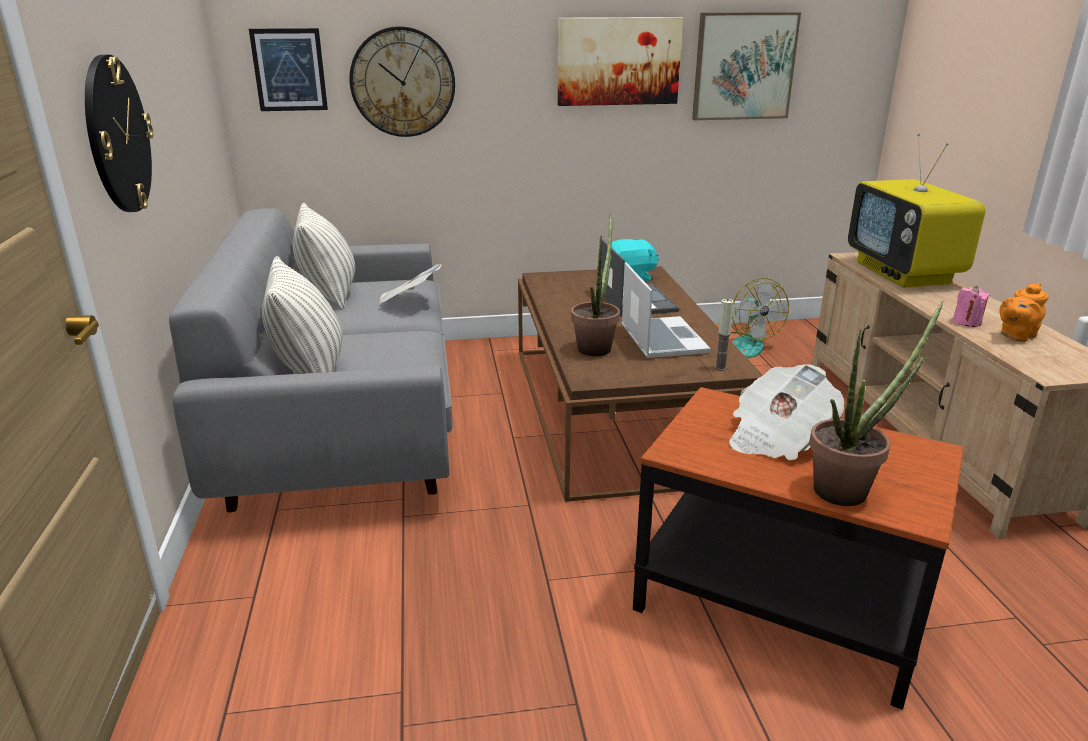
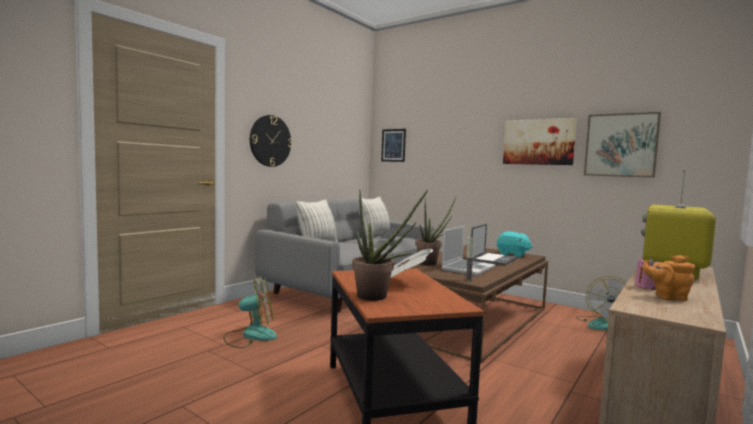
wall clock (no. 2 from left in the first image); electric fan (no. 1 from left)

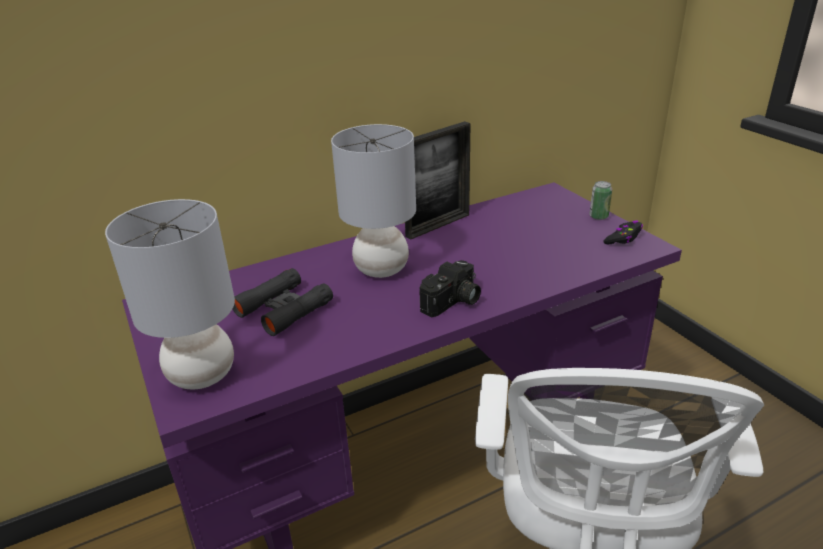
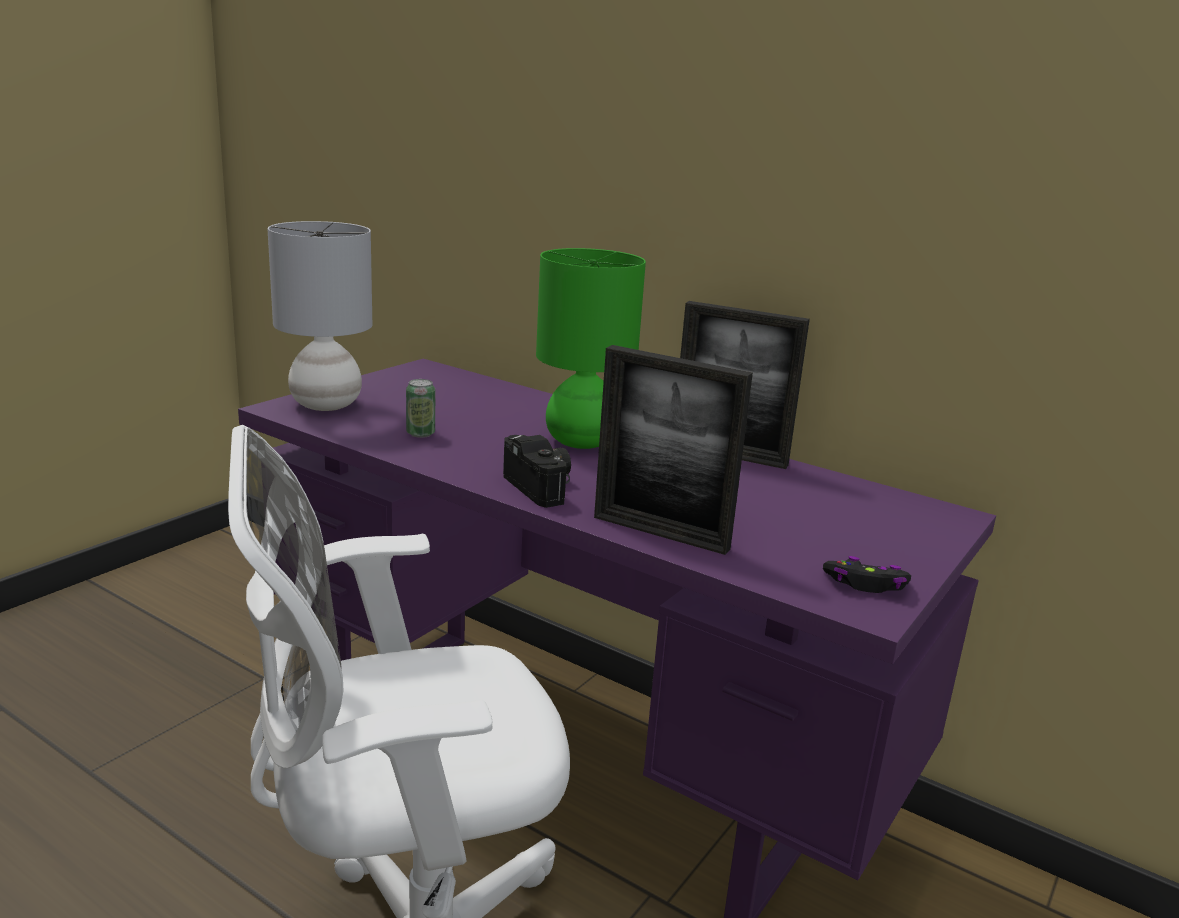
black pair of binoculars; green tabletop lamp; photo camera; metal can; photo frame (no. 1 from left)

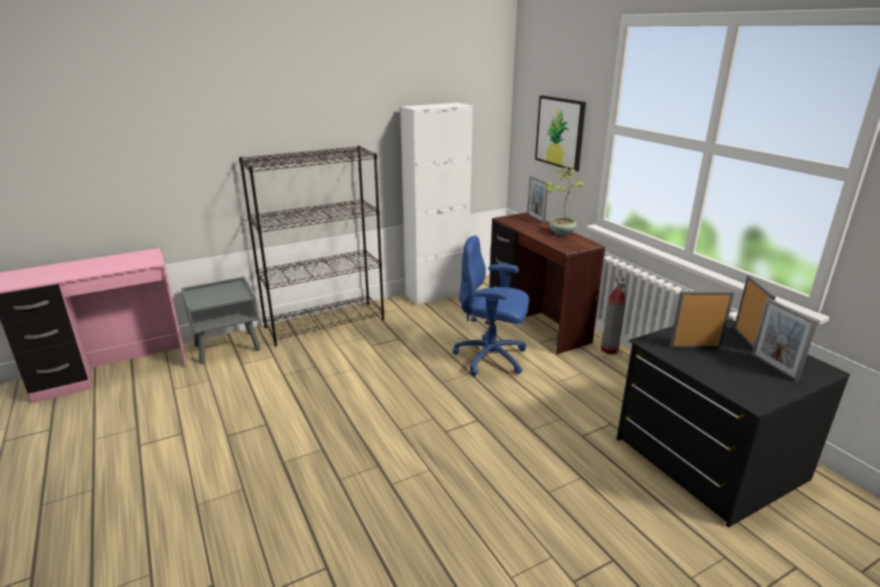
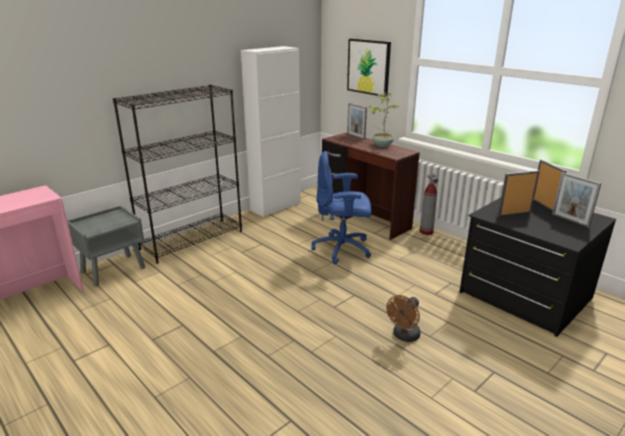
brown electric fan

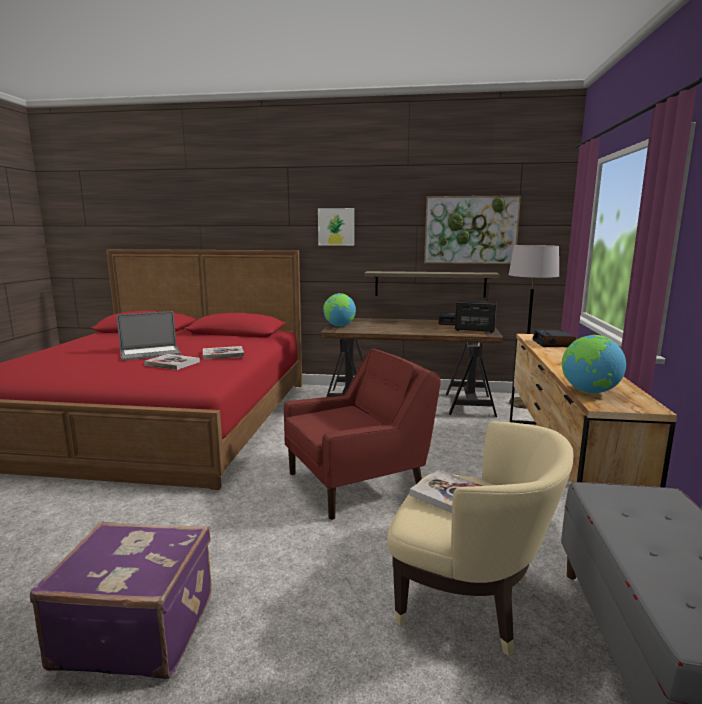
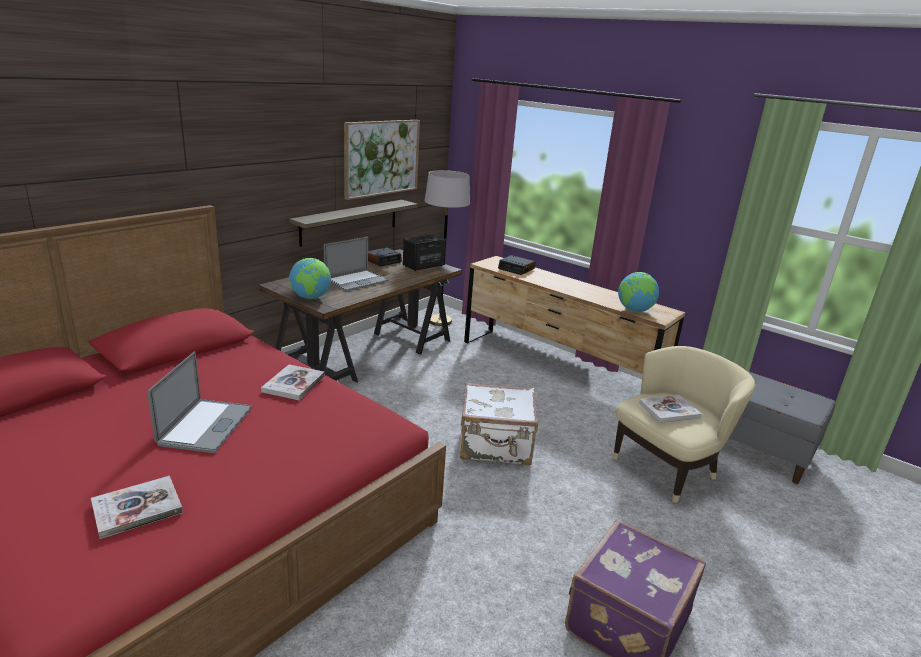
bound book (no. 1 from left); whitish suitcase; picture (no. 1 from left in the first image); notebook computer (no. 2 from left)

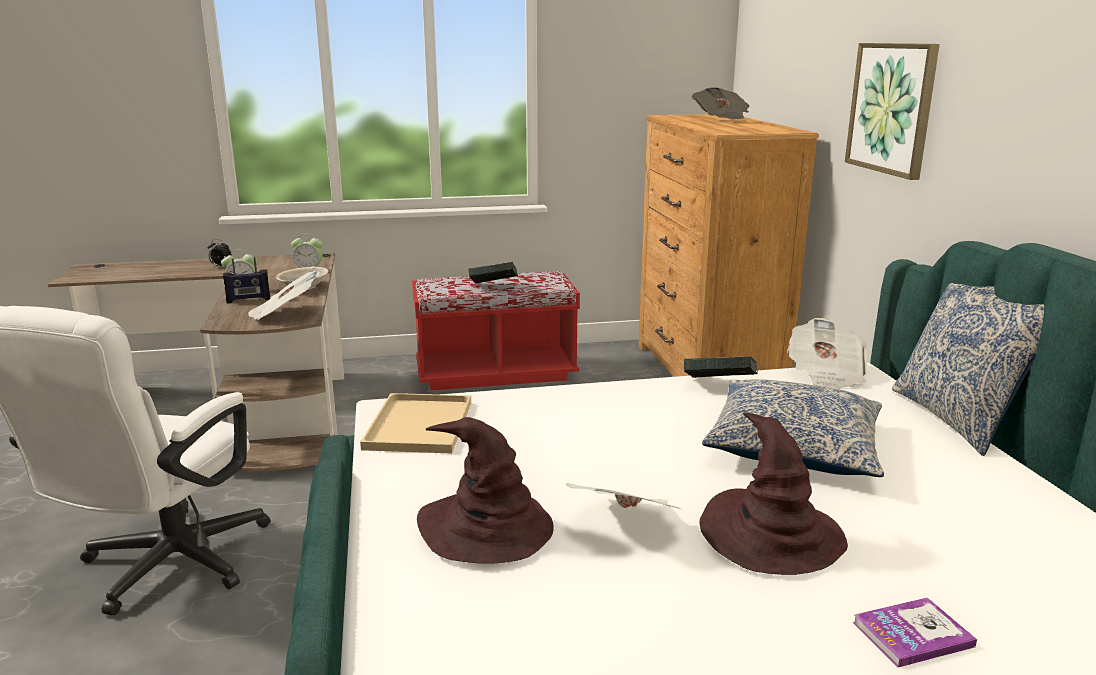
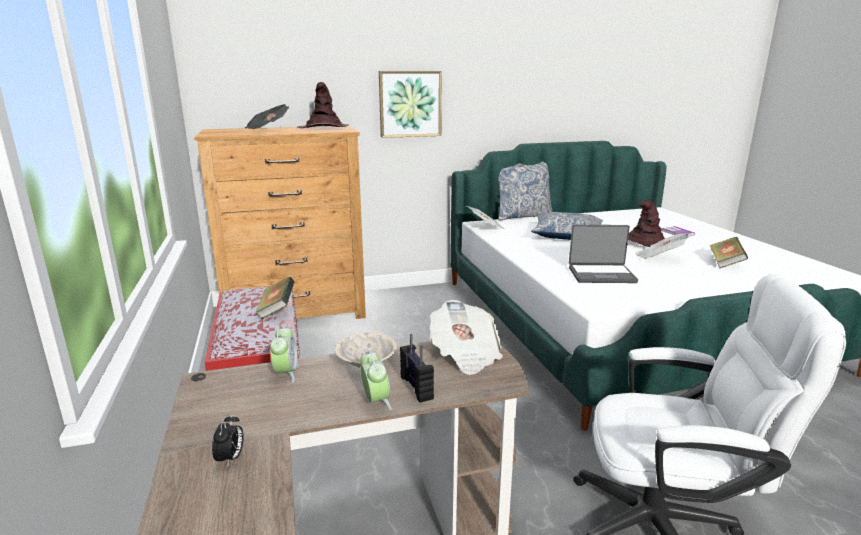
sand-coloured tray; brown wearable hat (no. 1 from left); bound book (no. 3 from left); notebook computer

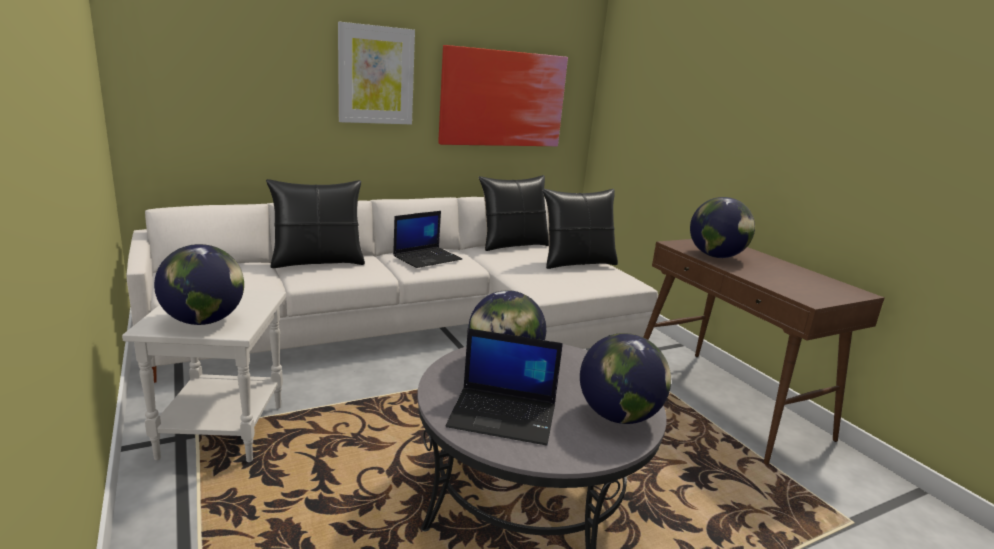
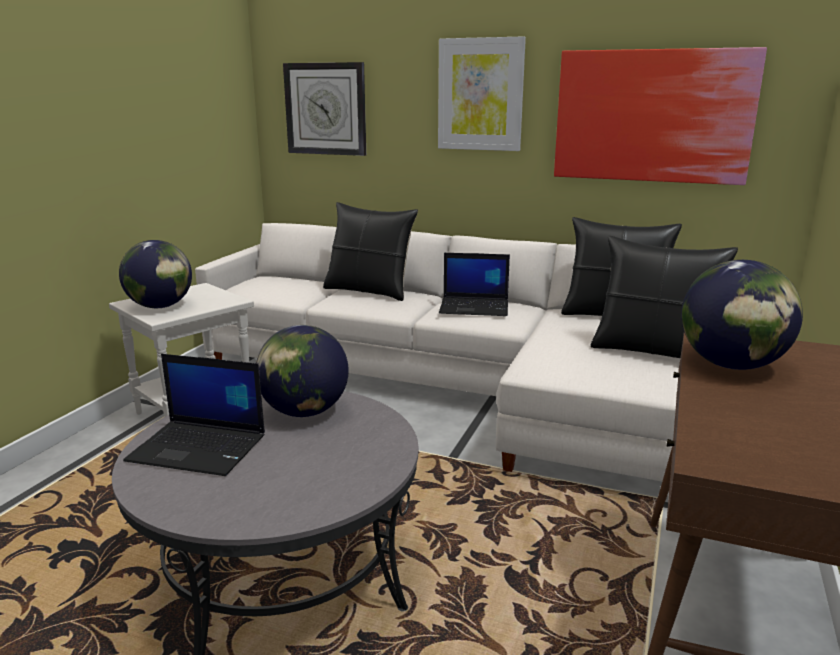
notebook computer (no. 1 from left); desk globe (no. 3 from left in the first image); wall clock

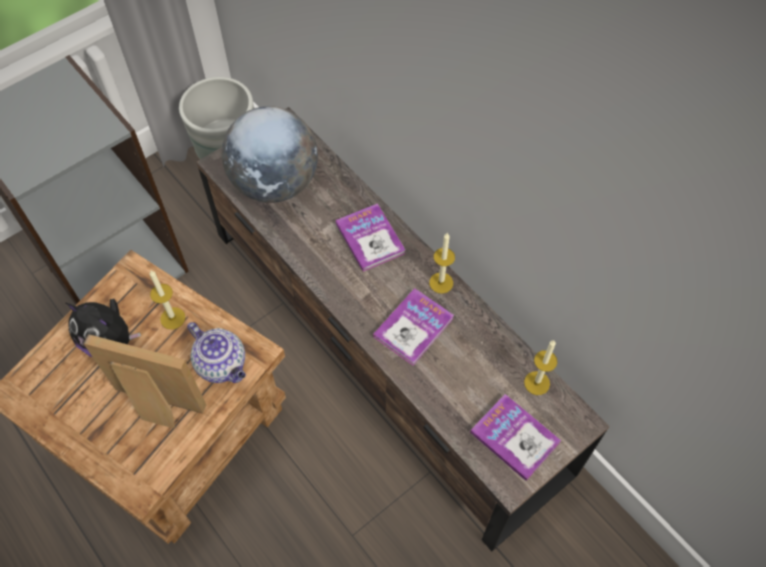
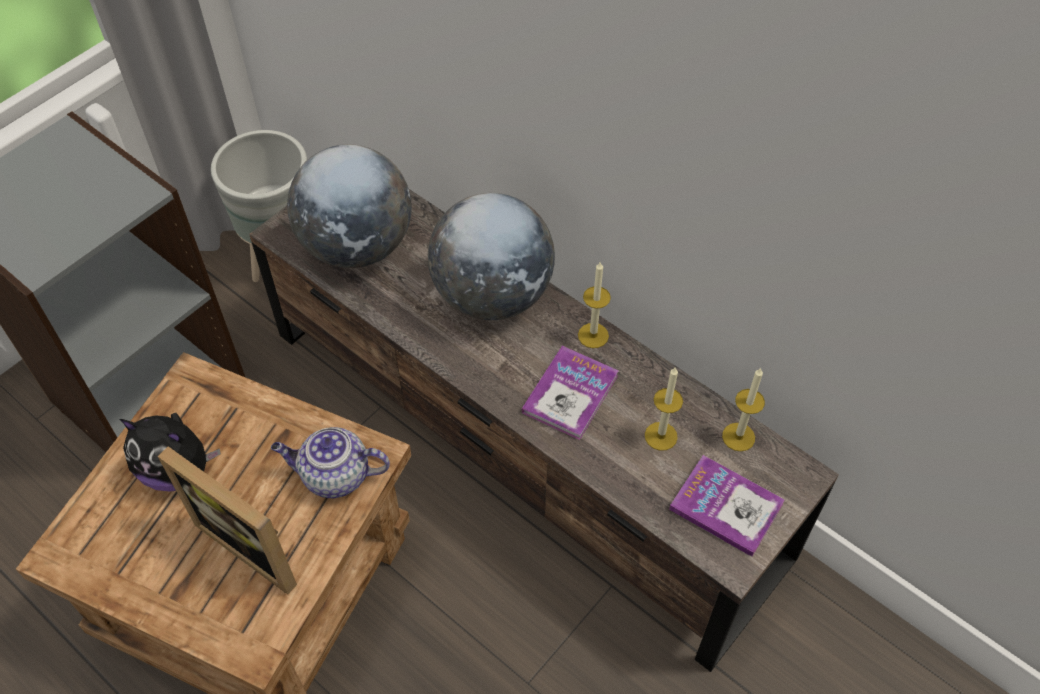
photo frame; wax light (no. 2 from left); pot for tea; desk globe (no. 2 from left)

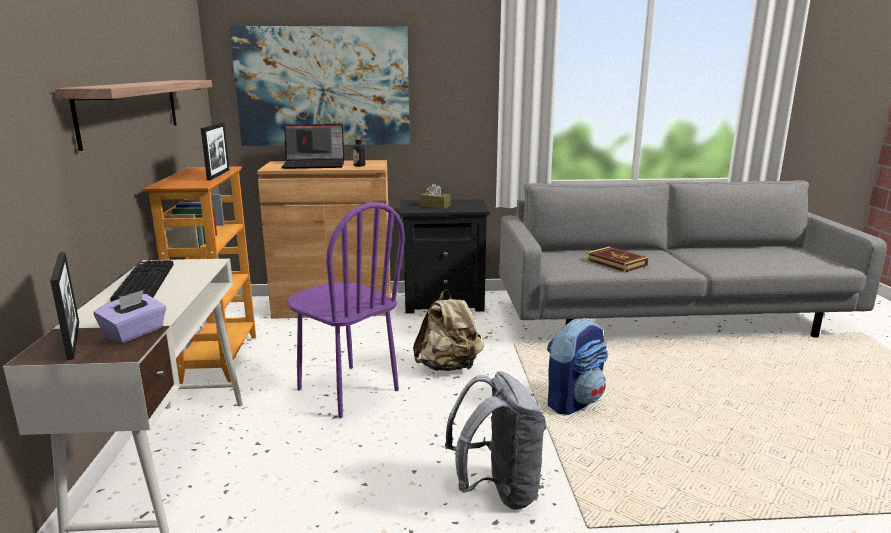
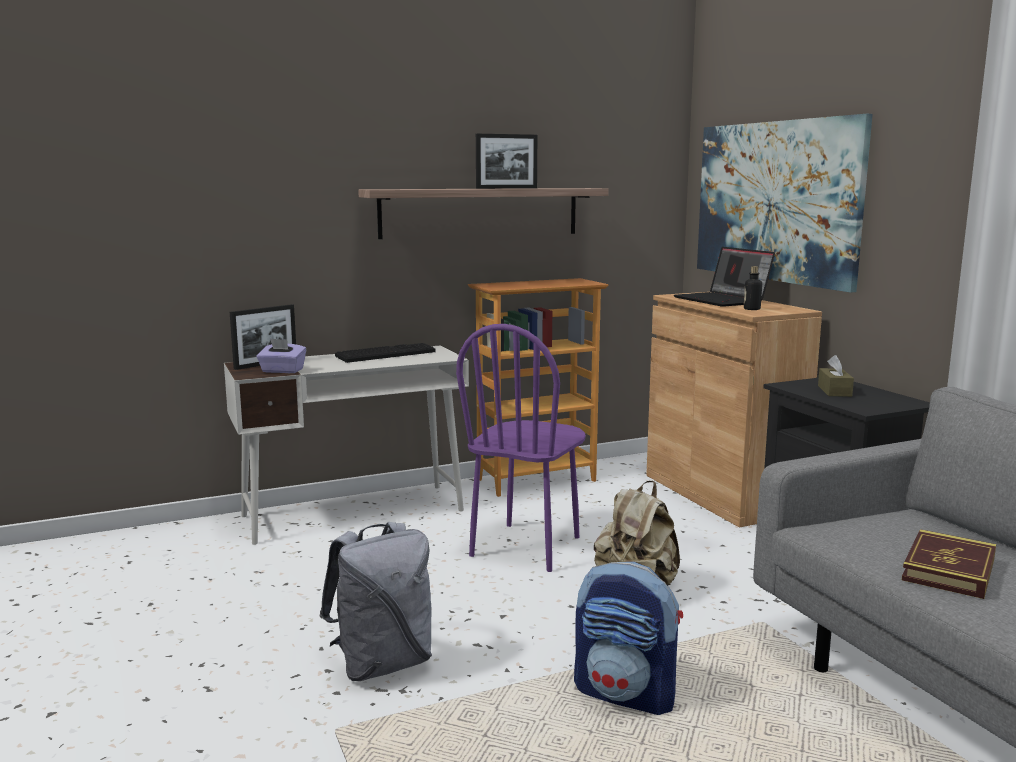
photo frame (no. 2 from left)

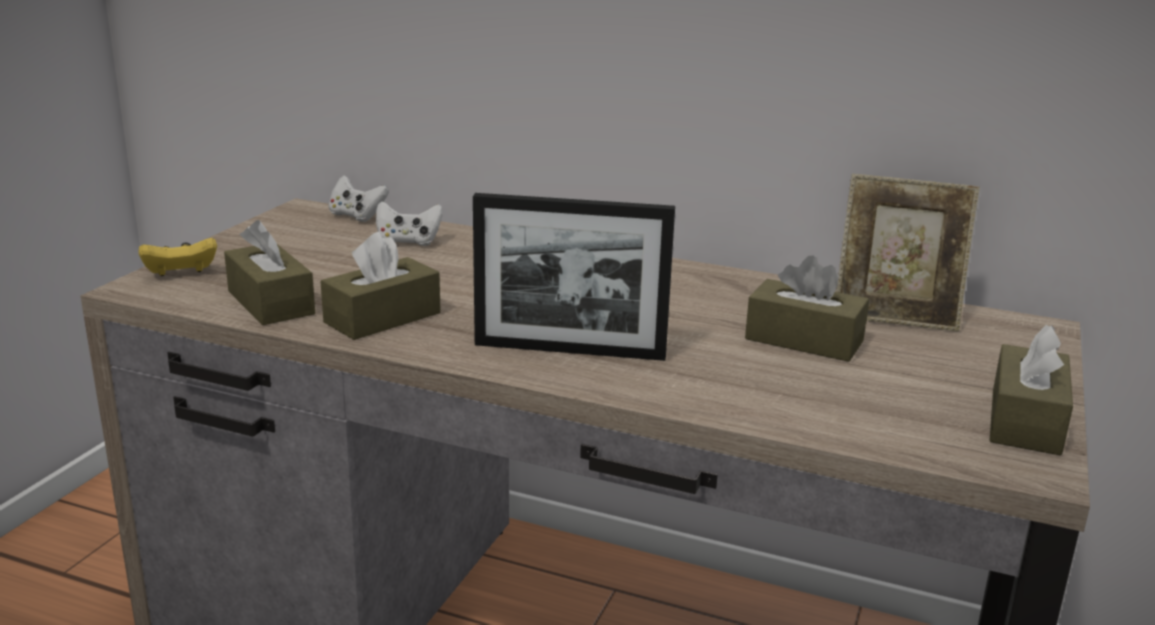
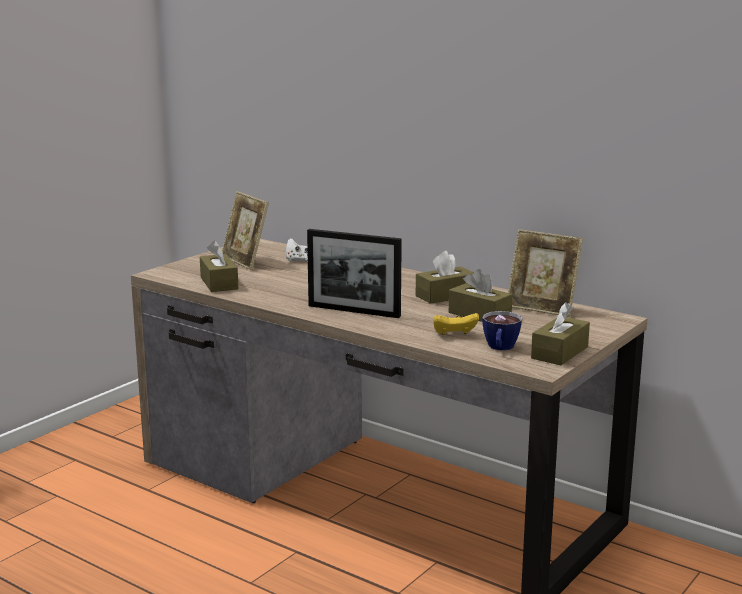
yellow gamepad; brown tissue holder (no. 2 from left); whitish gamepad (no. 1 from left in the first image); photo frame (no. 1 from left); small cup

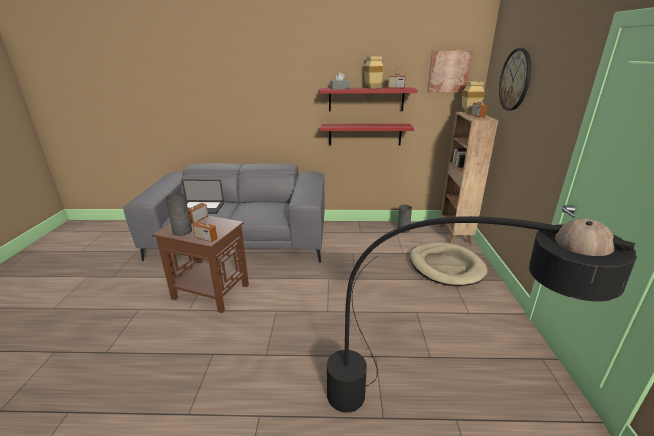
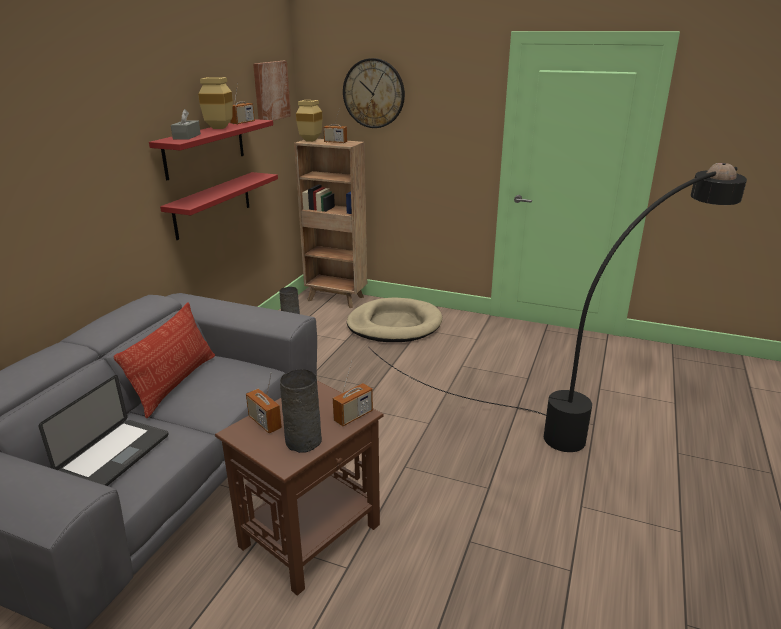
throw pillow

